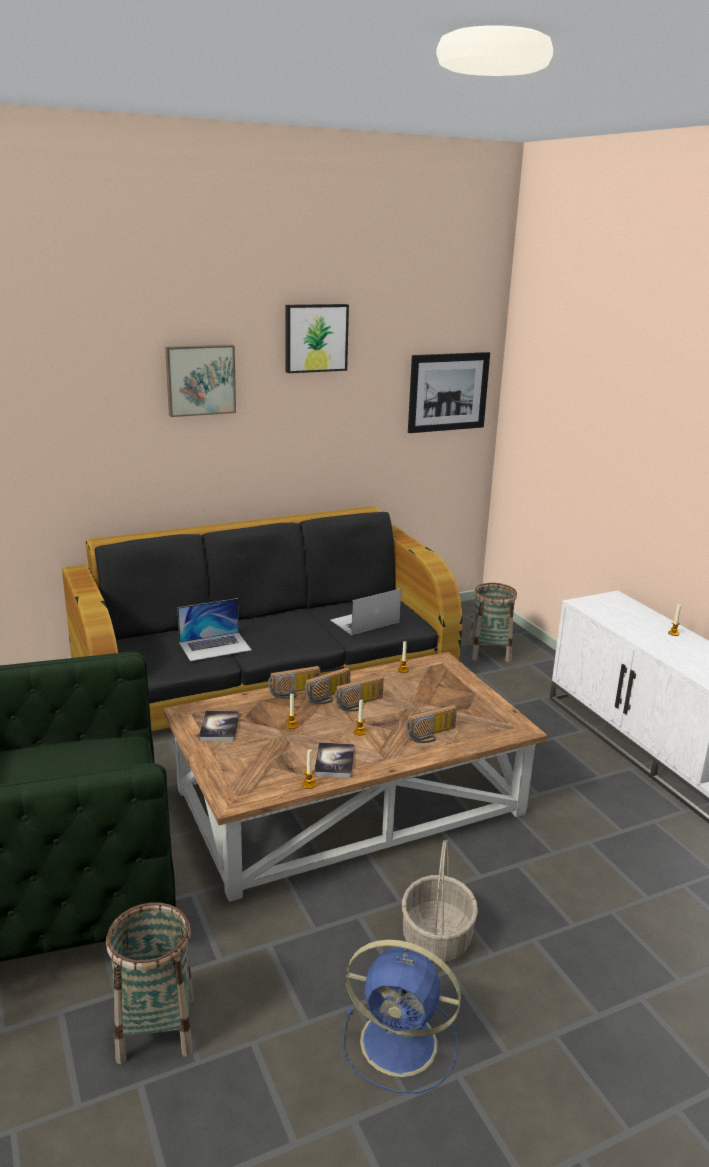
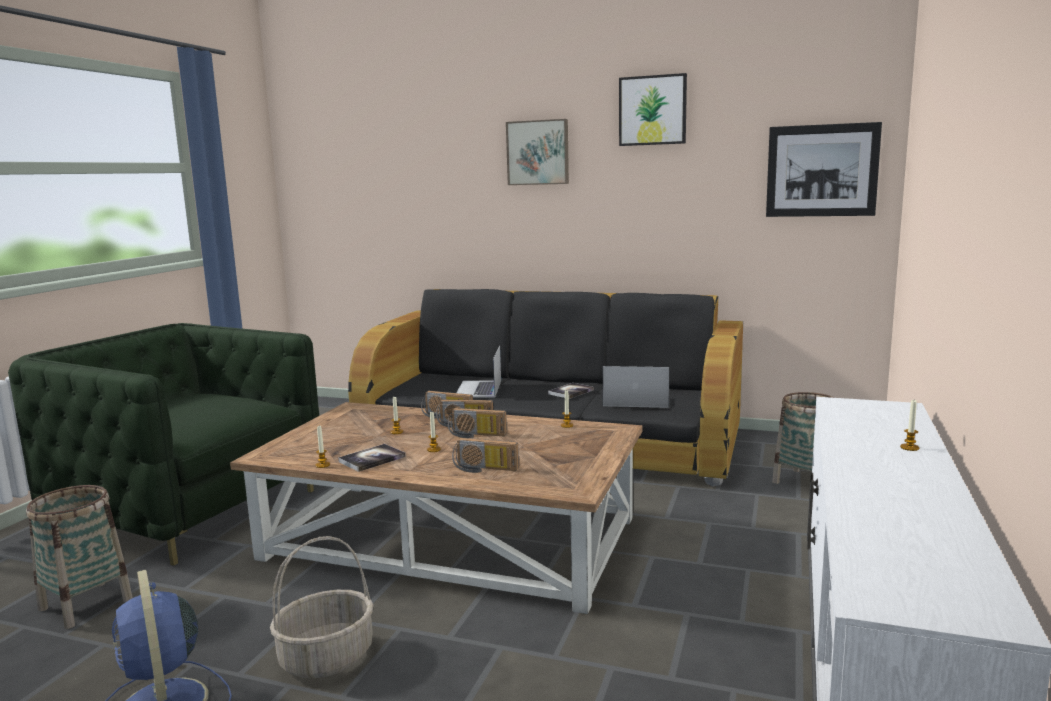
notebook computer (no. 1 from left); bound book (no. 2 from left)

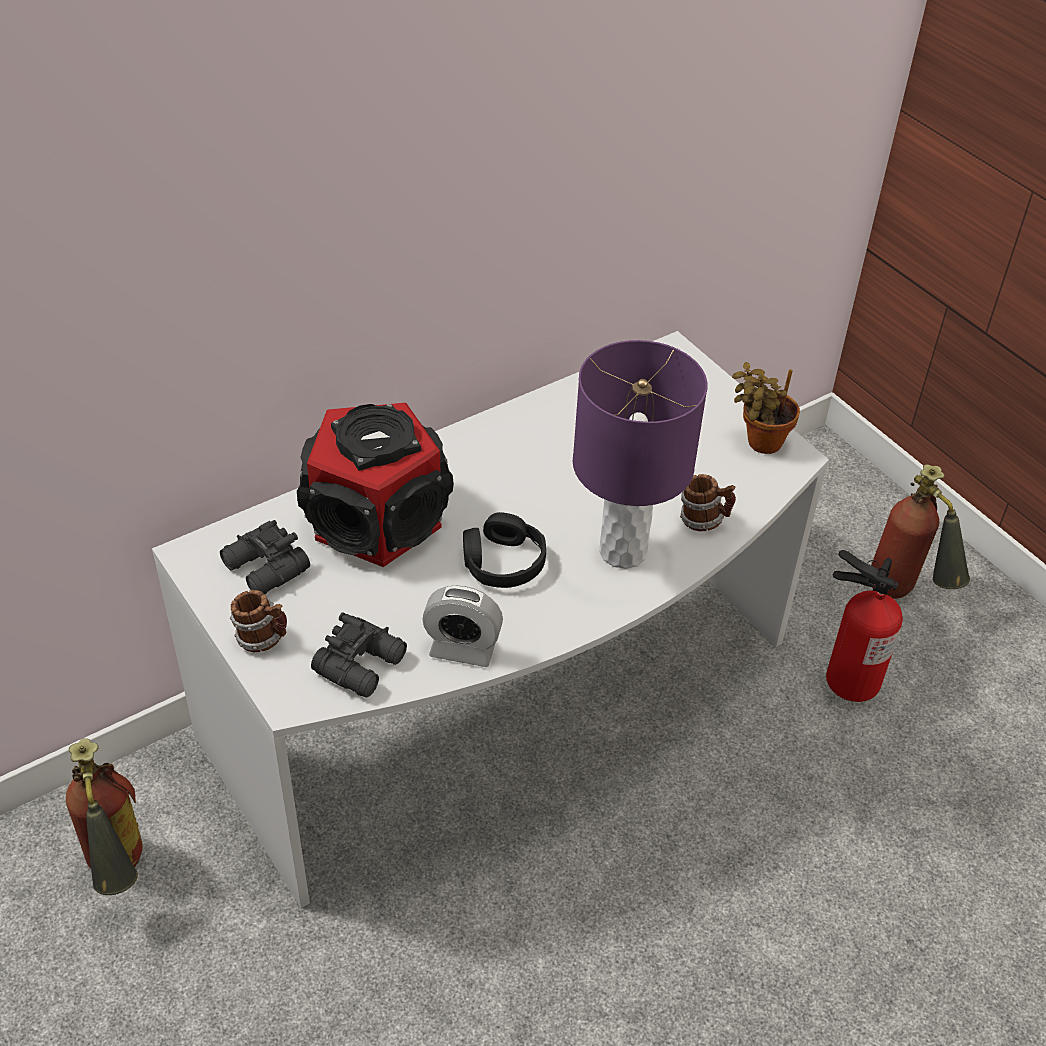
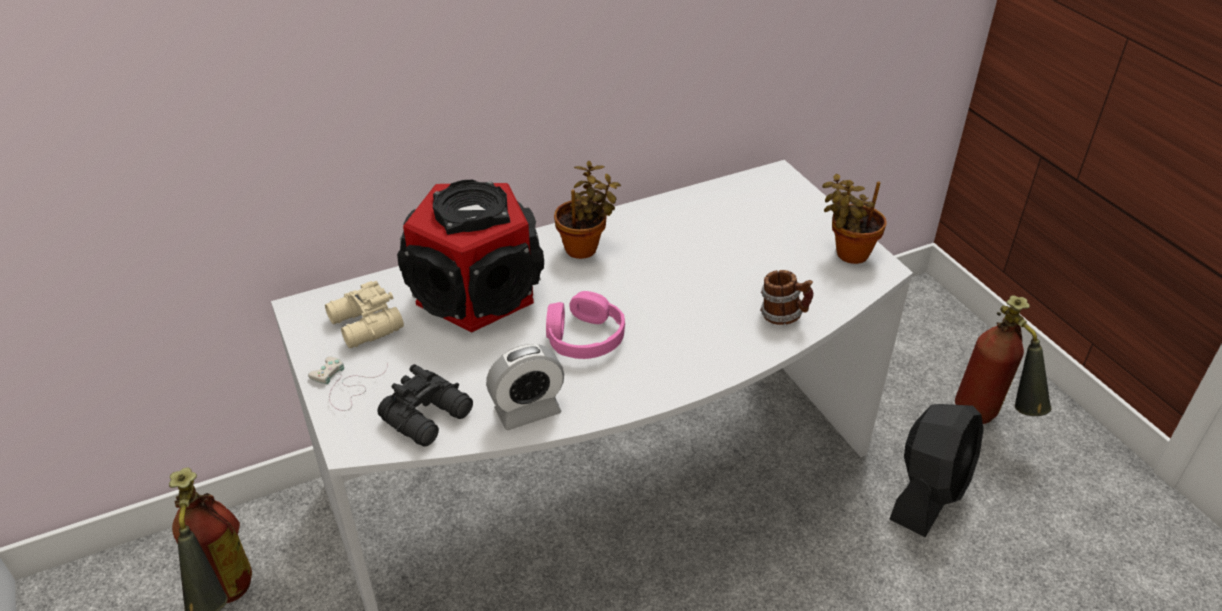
sand-coloured pair of binoculars; whitish gamepad; bedside clock; pink pair of headphones; purplish tabletop lamp; black electric fan; potted plant (no. 1 from left)

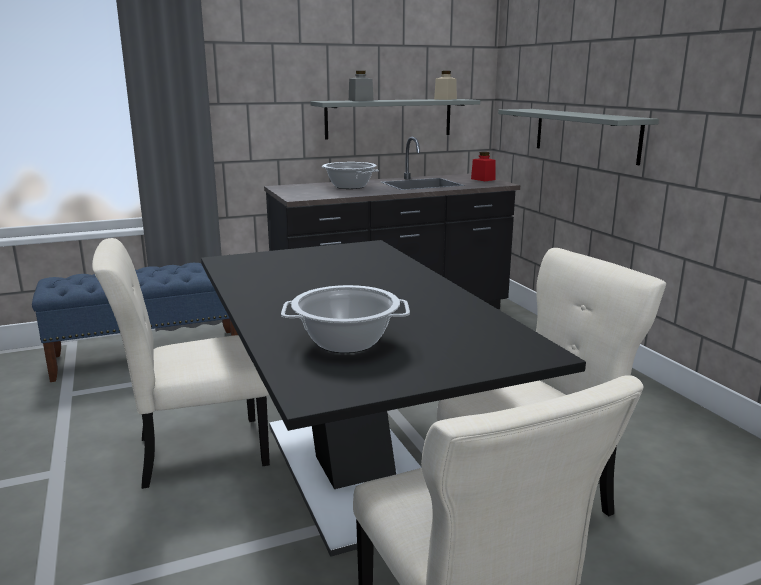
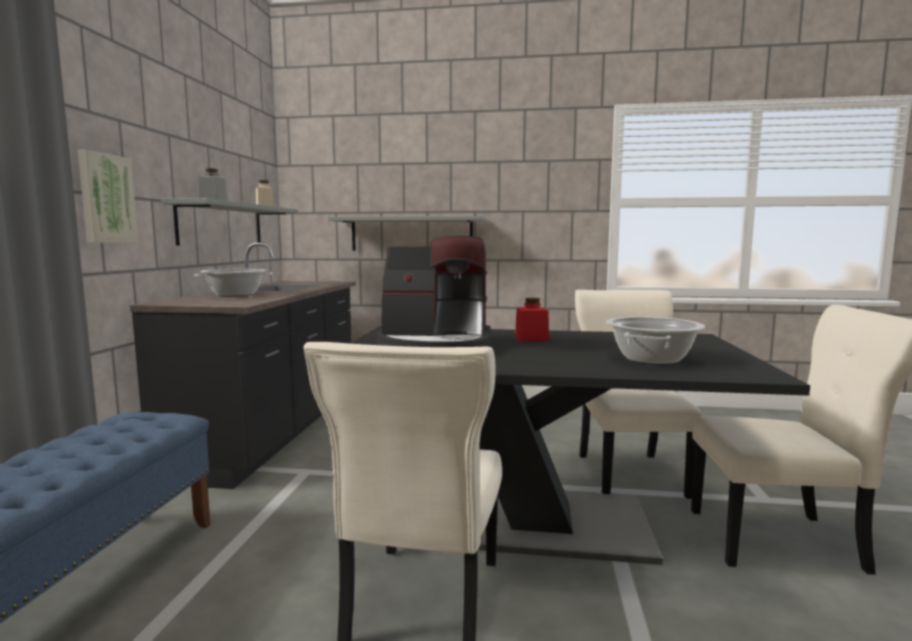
red-coloured preserve jar; picture; coffee machine

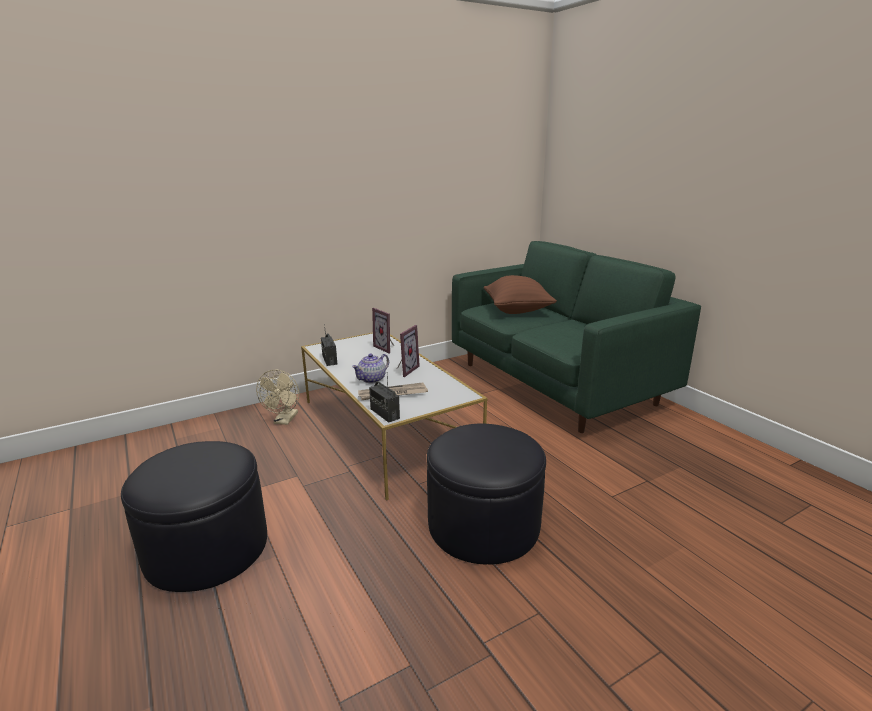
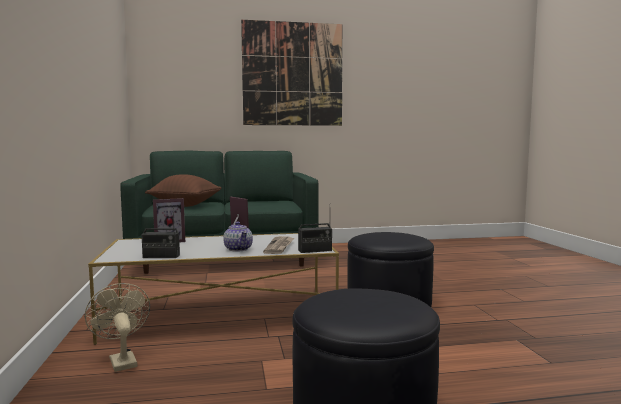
sand-coloured electric fan; picture

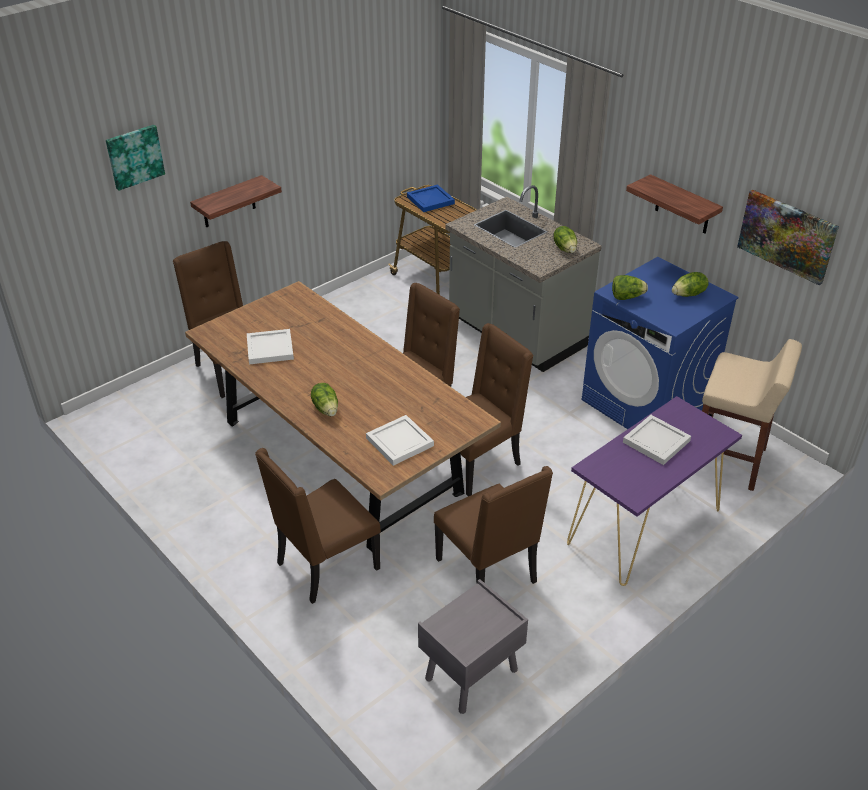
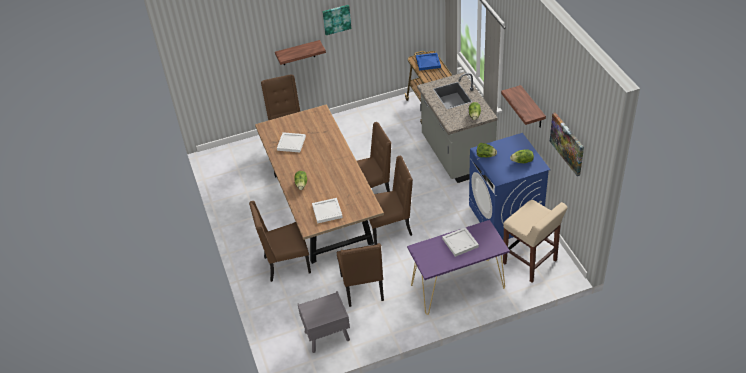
picture (no. 1 from left)

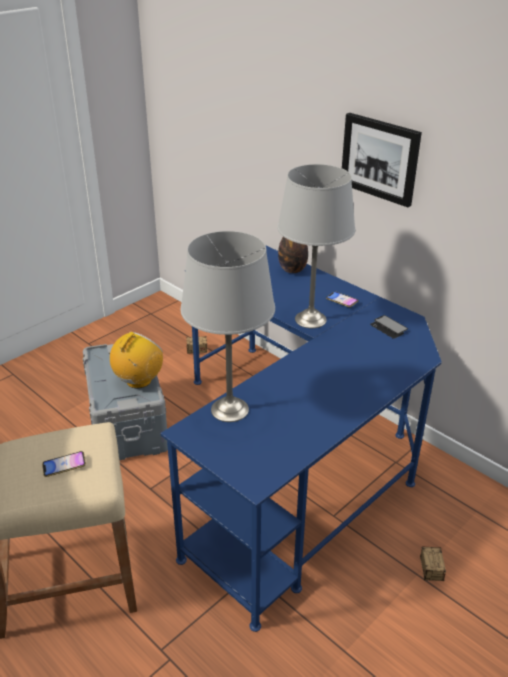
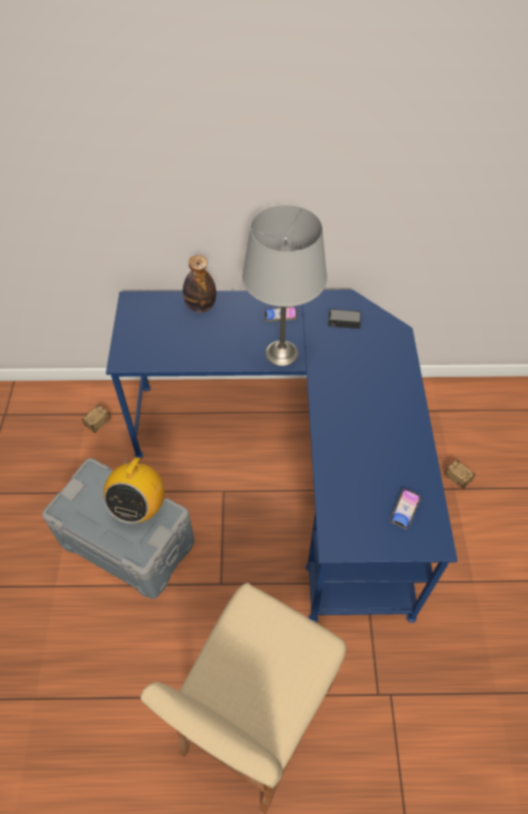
phone (no. 3 from left); radio; greyish tabletop lamp (no. 1 from left in the first image); picture

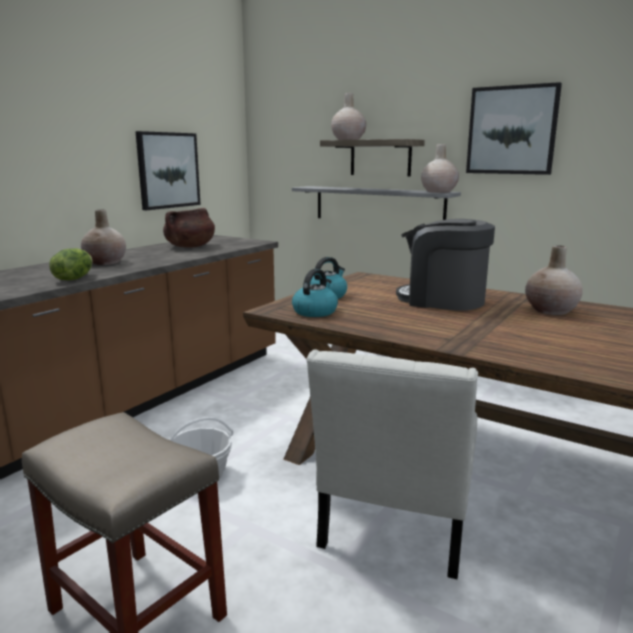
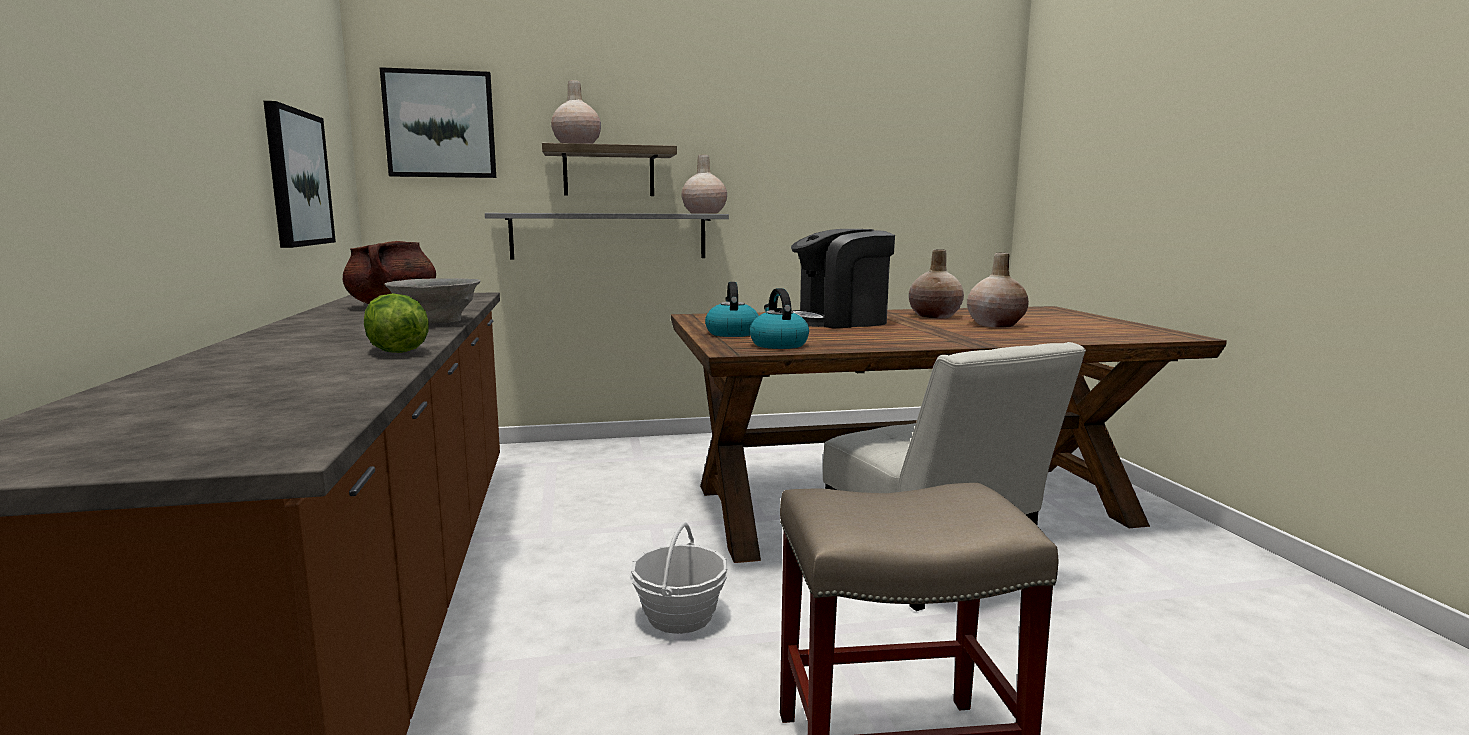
sand-coloured flower vase (no. 4 from left); picture (no. 2 from left); greyish deep dish

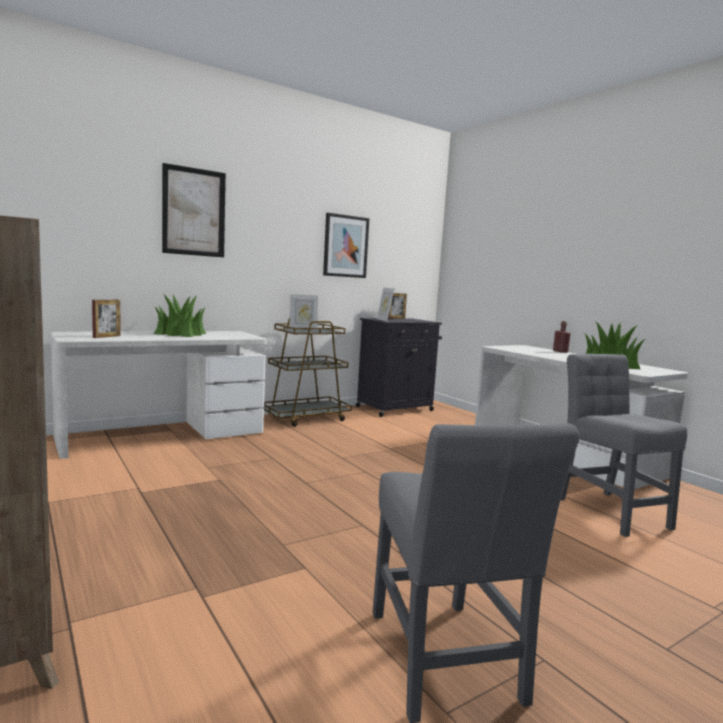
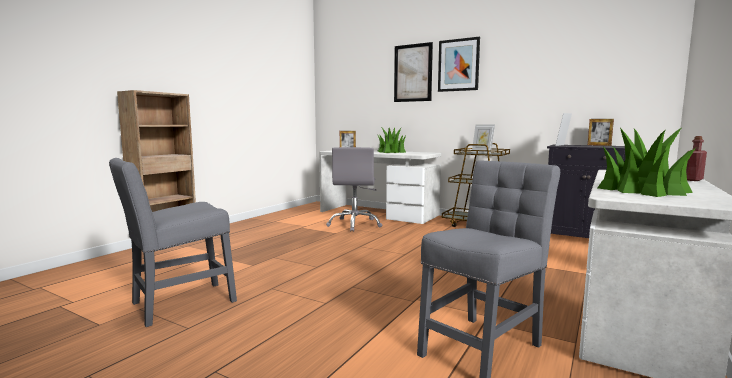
picture (no. 2 from left); greyish office chair

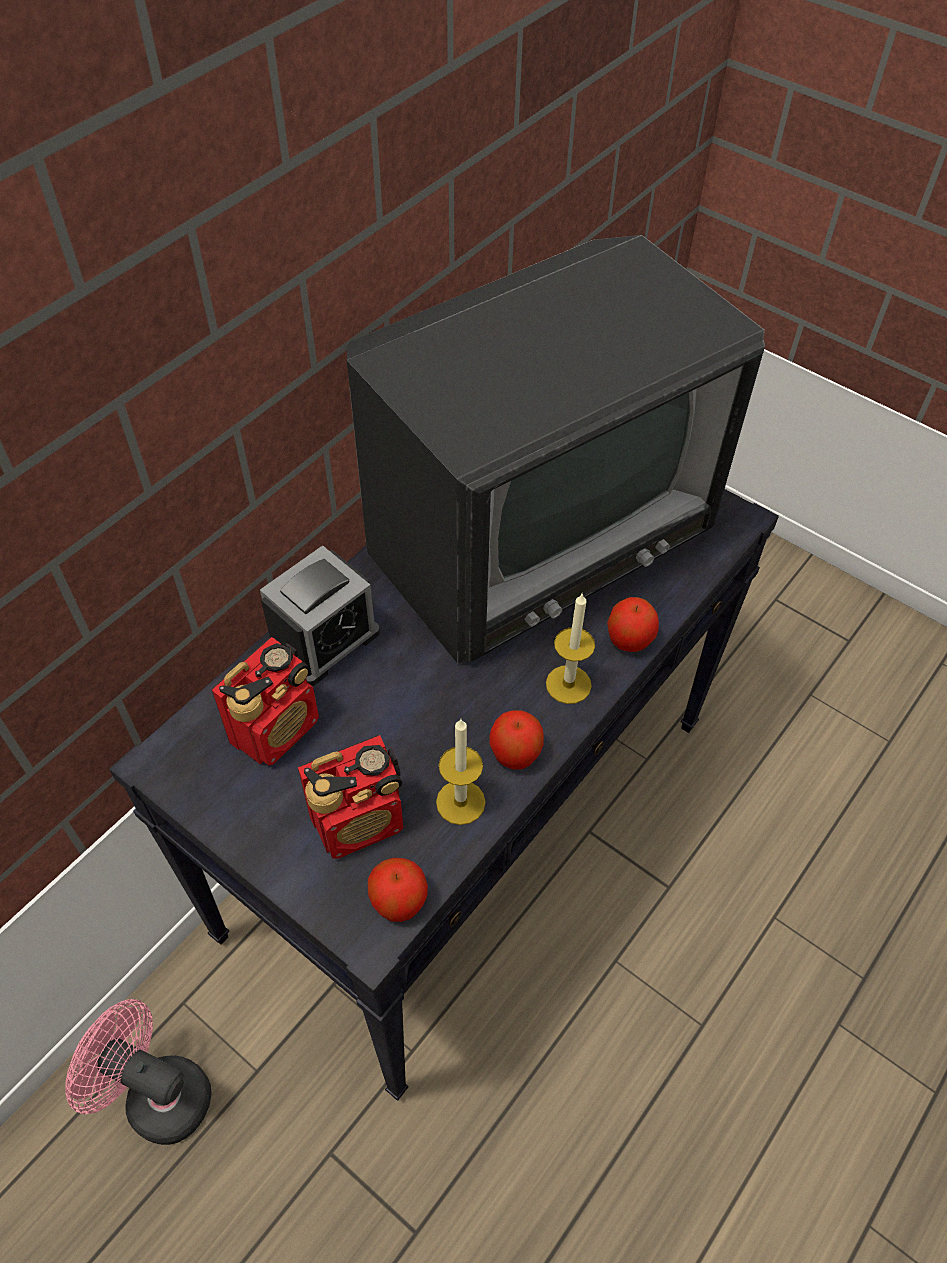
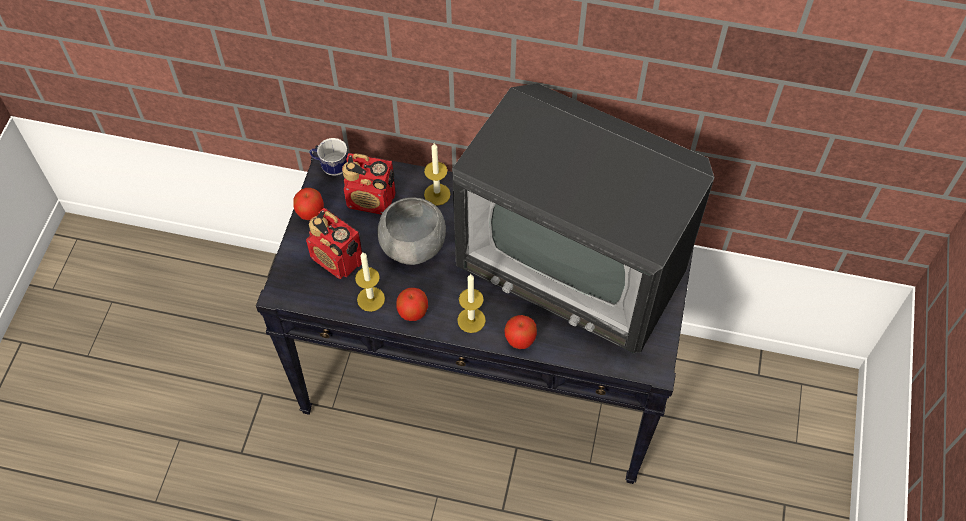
pink electric fan; wax light (no. 2 from left); apple (no. 1 from left); coffee mug; greyish deep dish

